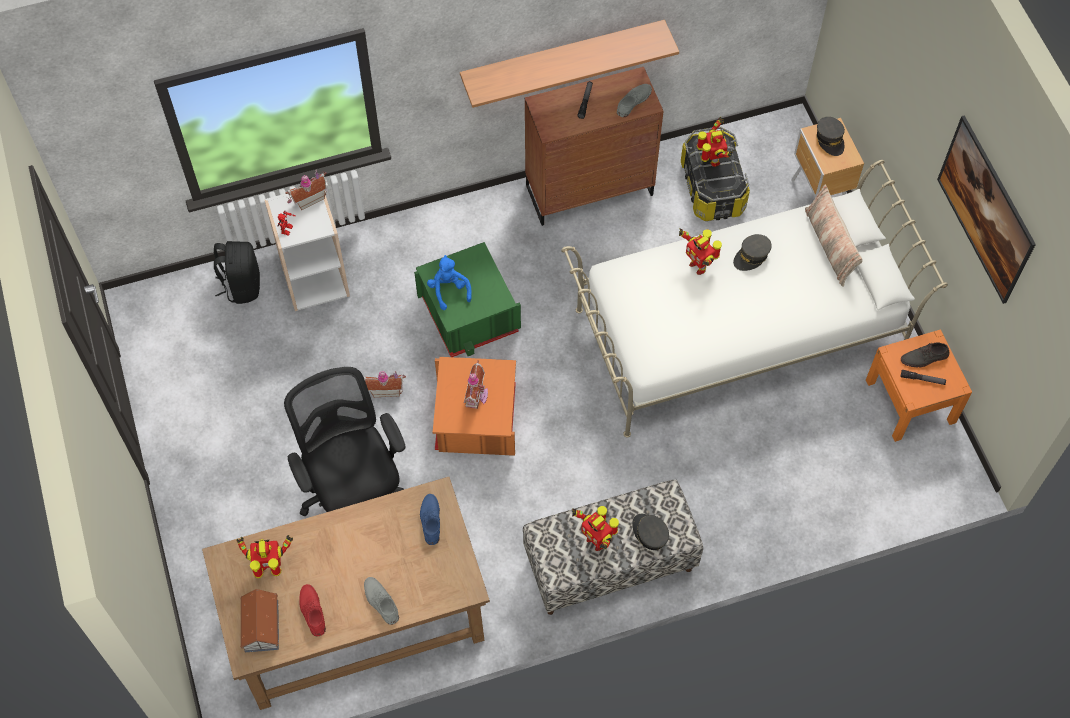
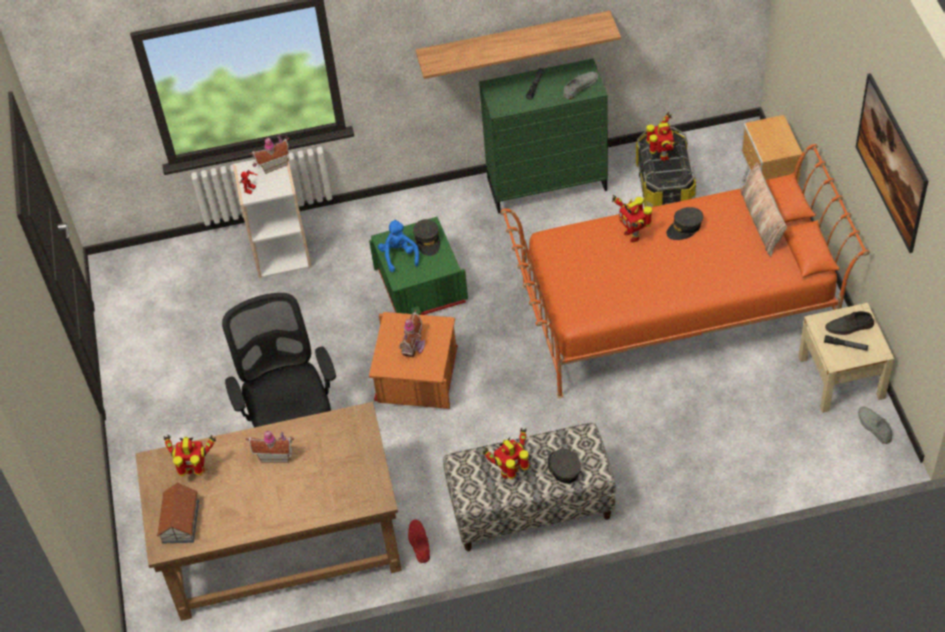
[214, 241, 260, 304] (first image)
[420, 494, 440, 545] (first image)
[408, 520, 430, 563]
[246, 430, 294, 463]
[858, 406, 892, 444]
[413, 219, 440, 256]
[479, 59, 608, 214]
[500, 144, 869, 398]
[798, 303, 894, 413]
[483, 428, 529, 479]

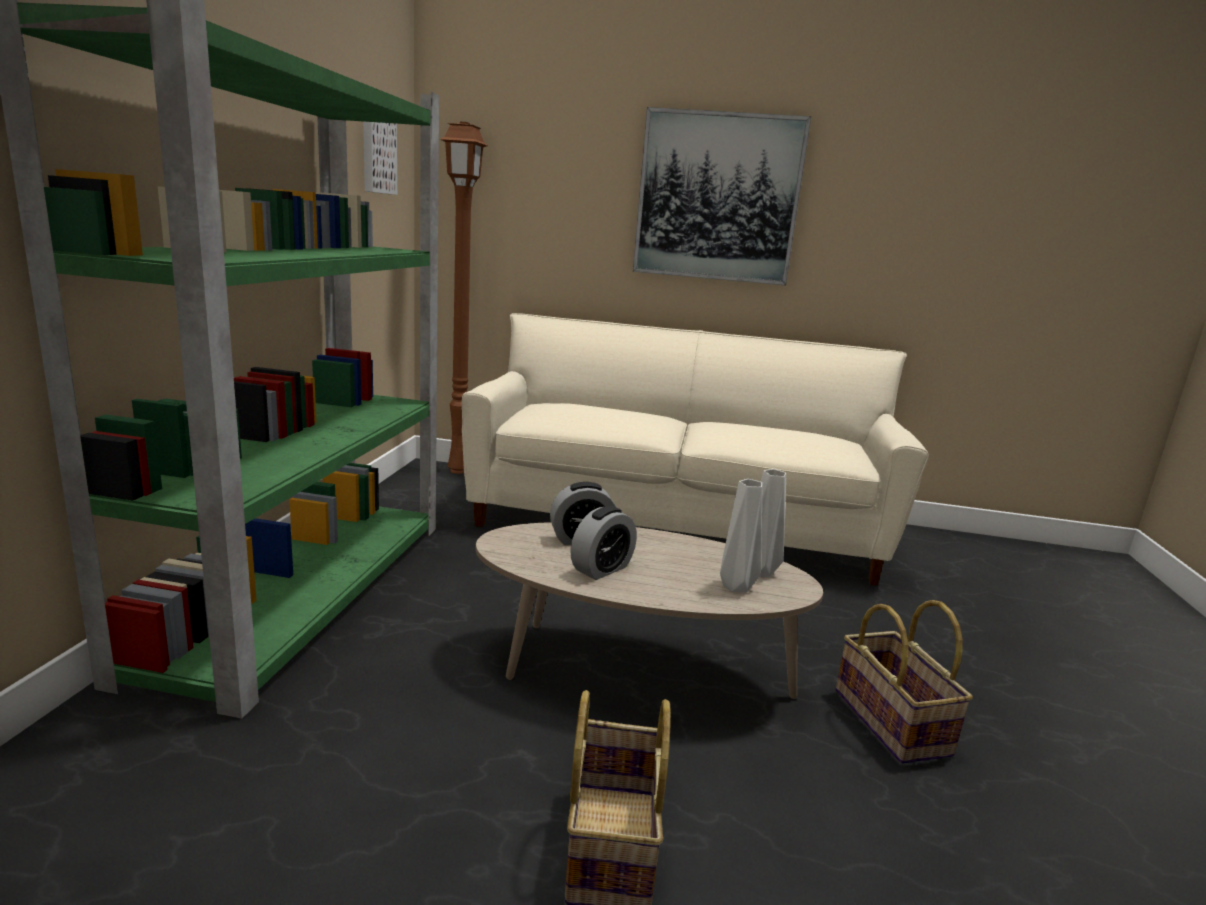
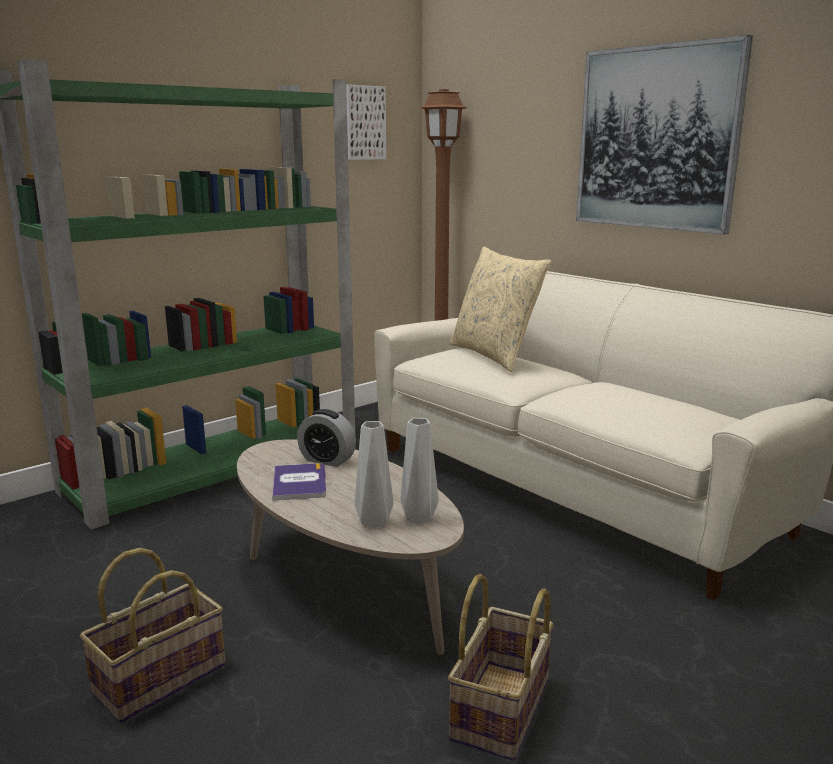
[449, 246, 551, 372]
[272, 463, 326, 501]

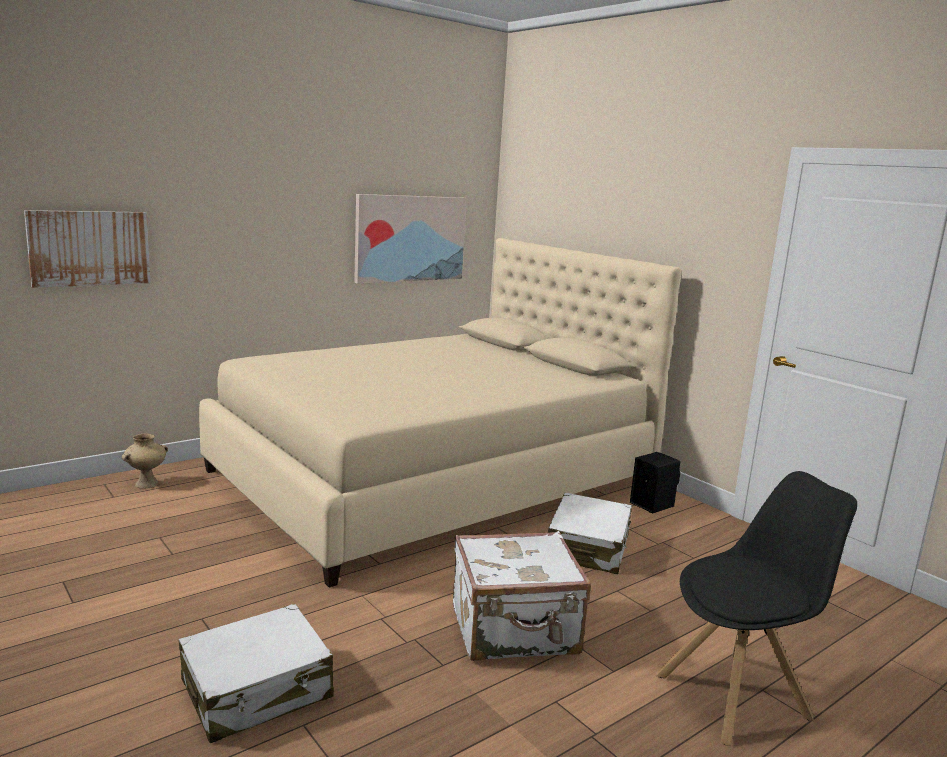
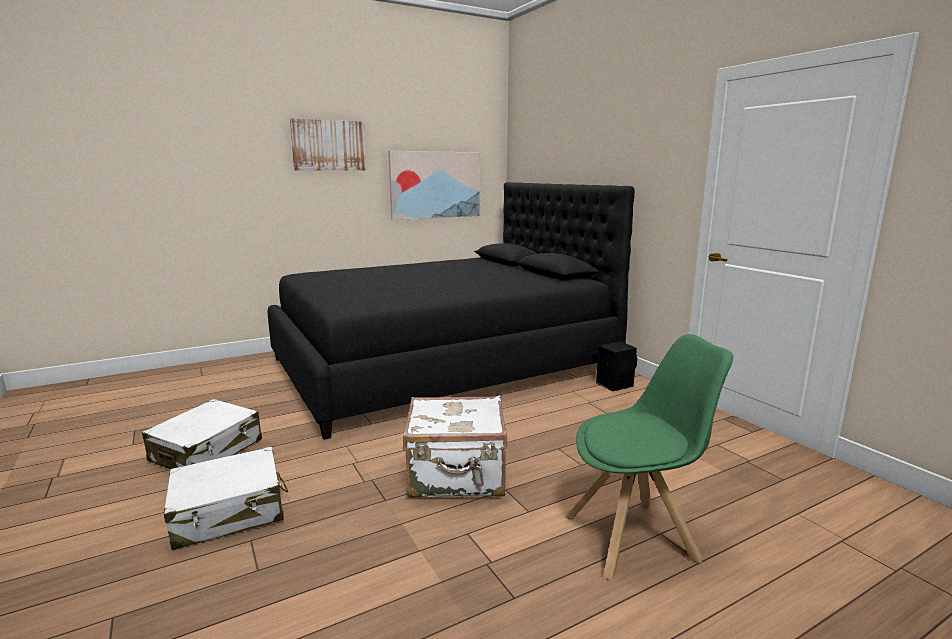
[122, 434, 168, 489] (first image)
[290, 118, 366, 171]
[142, 399, 262, 469]
[267, 182, 635, 440]
[565, 334, 733, 581]

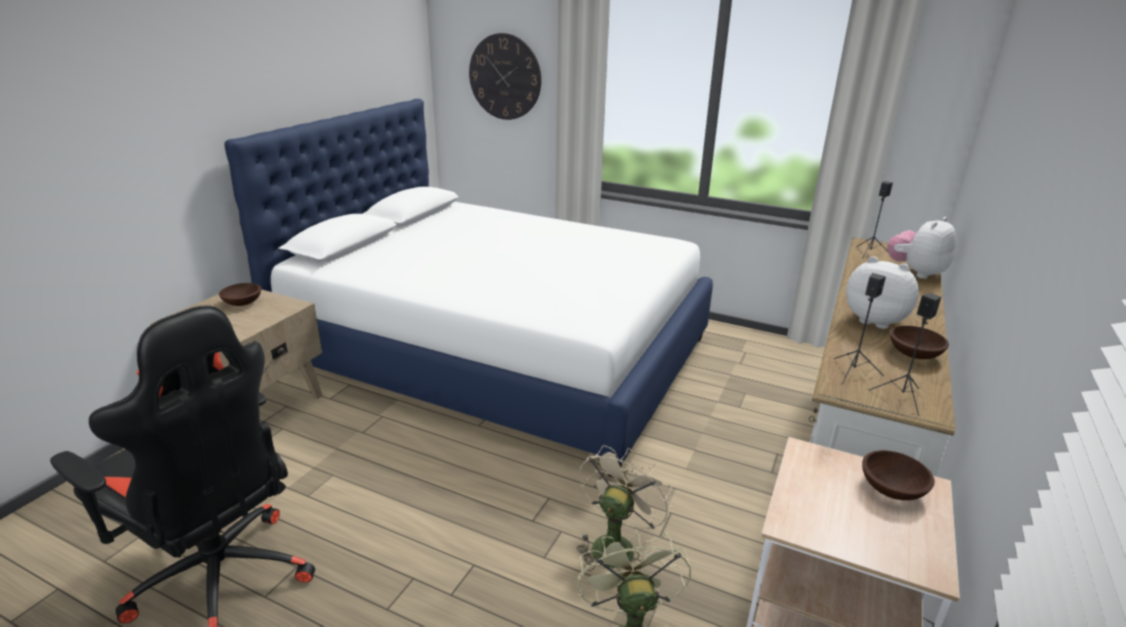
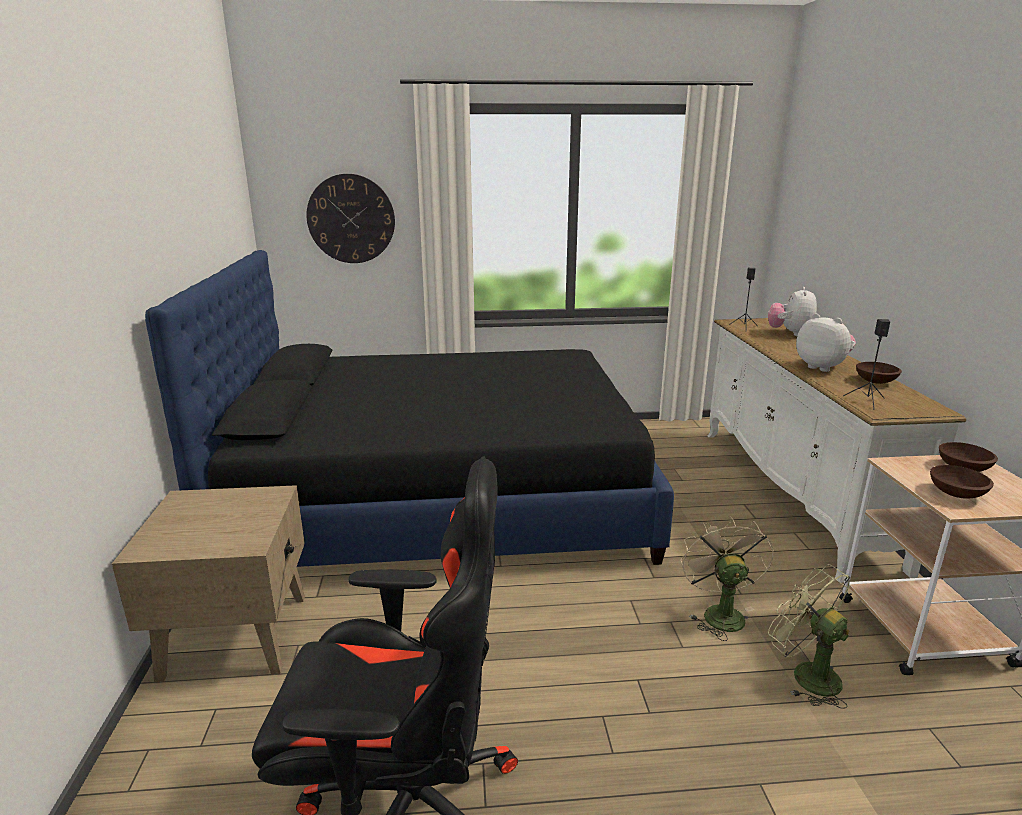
[869, 293, 941, 416] (first image)
[930, 465, 994, 499]
[145, 250, 674, 567]
[796, 314, 856, 372]

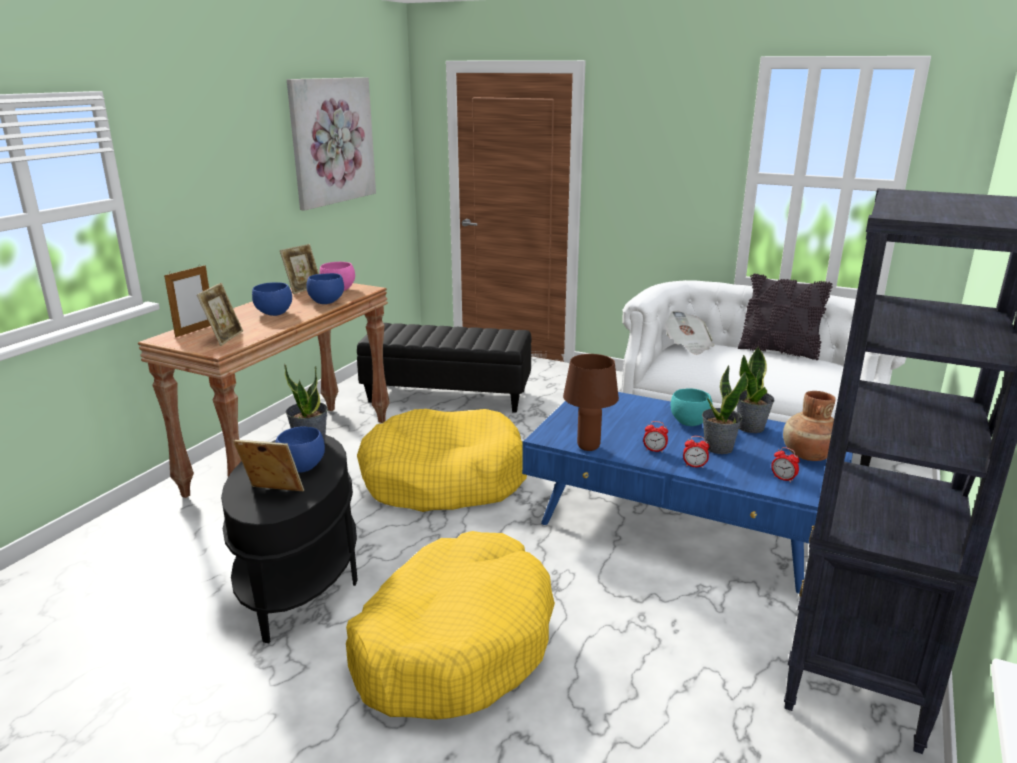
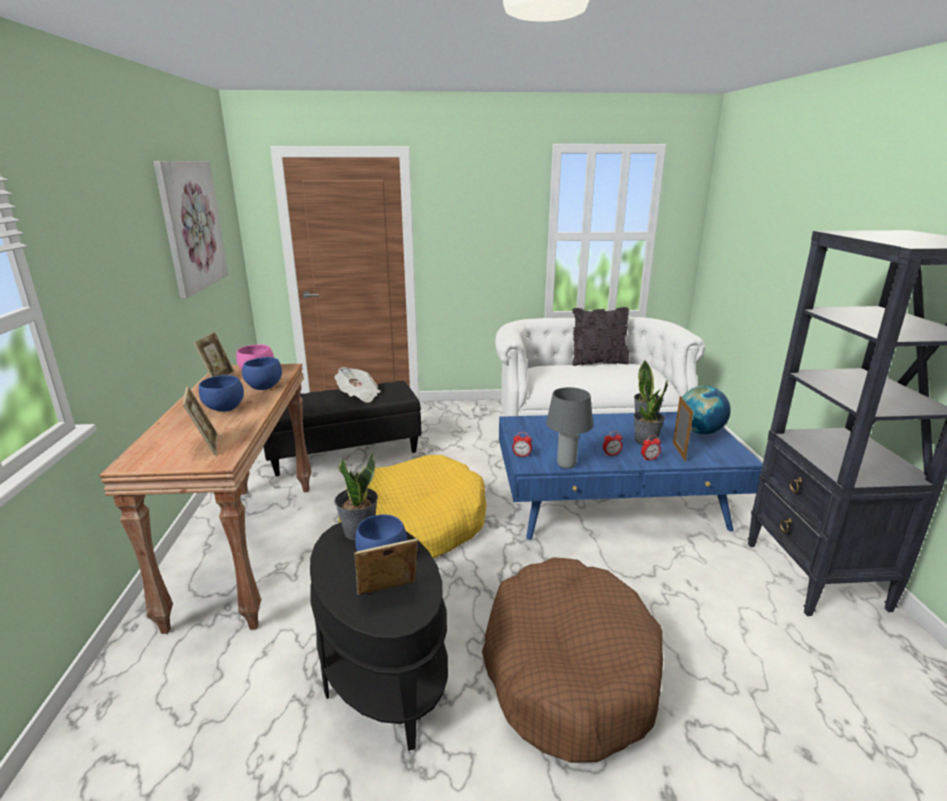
[671, 388, 713, 426] (first image)
[673, 396, 694, 462]
[334, 367, 381, 403]
[512, 432, 532, 457]
[682, 386, 731, 434]
[482, 557, 663, 763]
[546, 387, 593, 469]

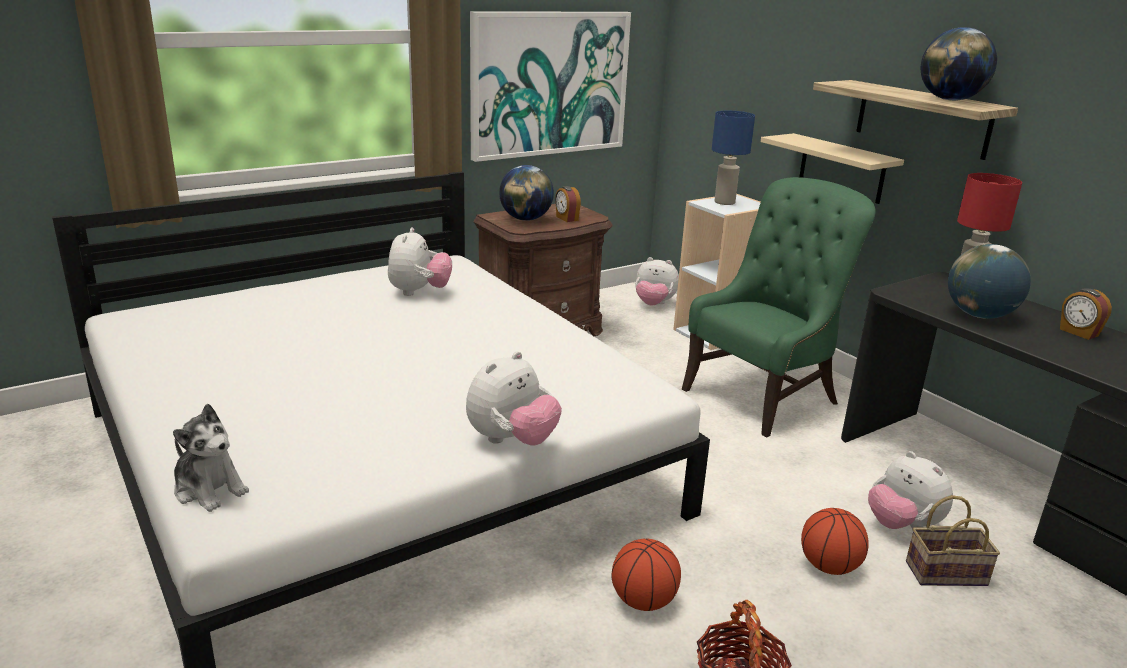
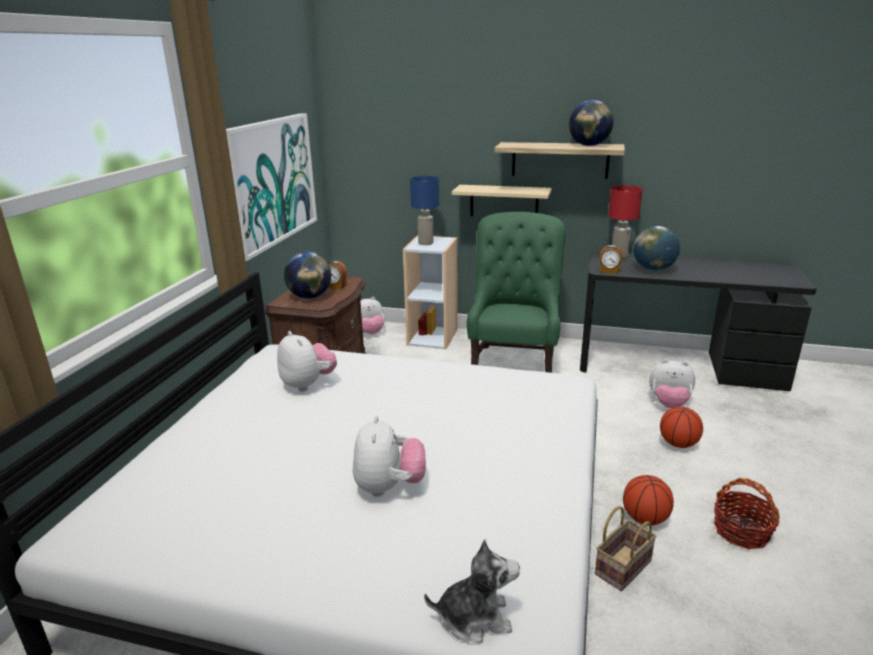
[353, 416, 426, 497]
[595, 506, 657, 591]
[599, 245, 622, 274]

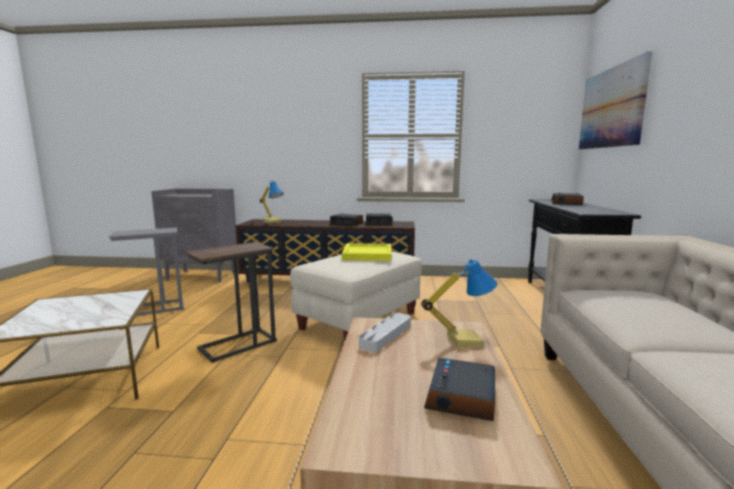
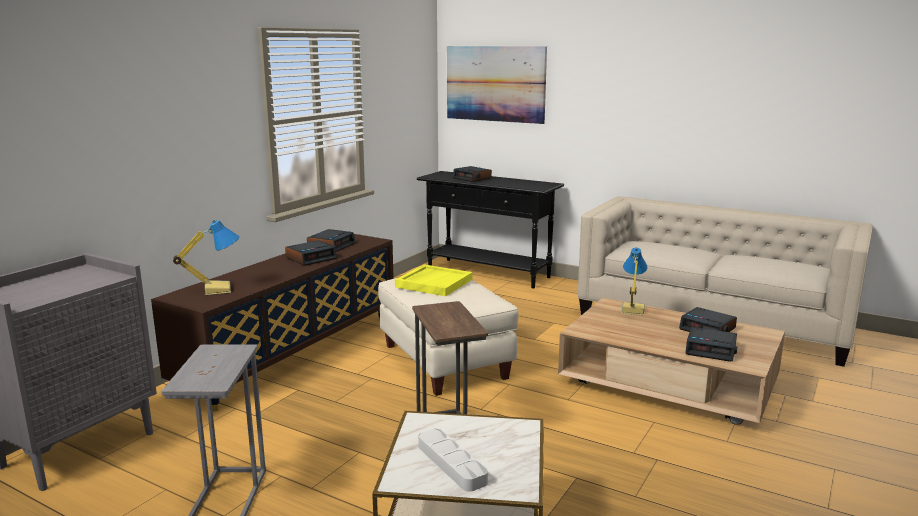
[685, 327, 738, 362]
[418, 429, 488, 492]

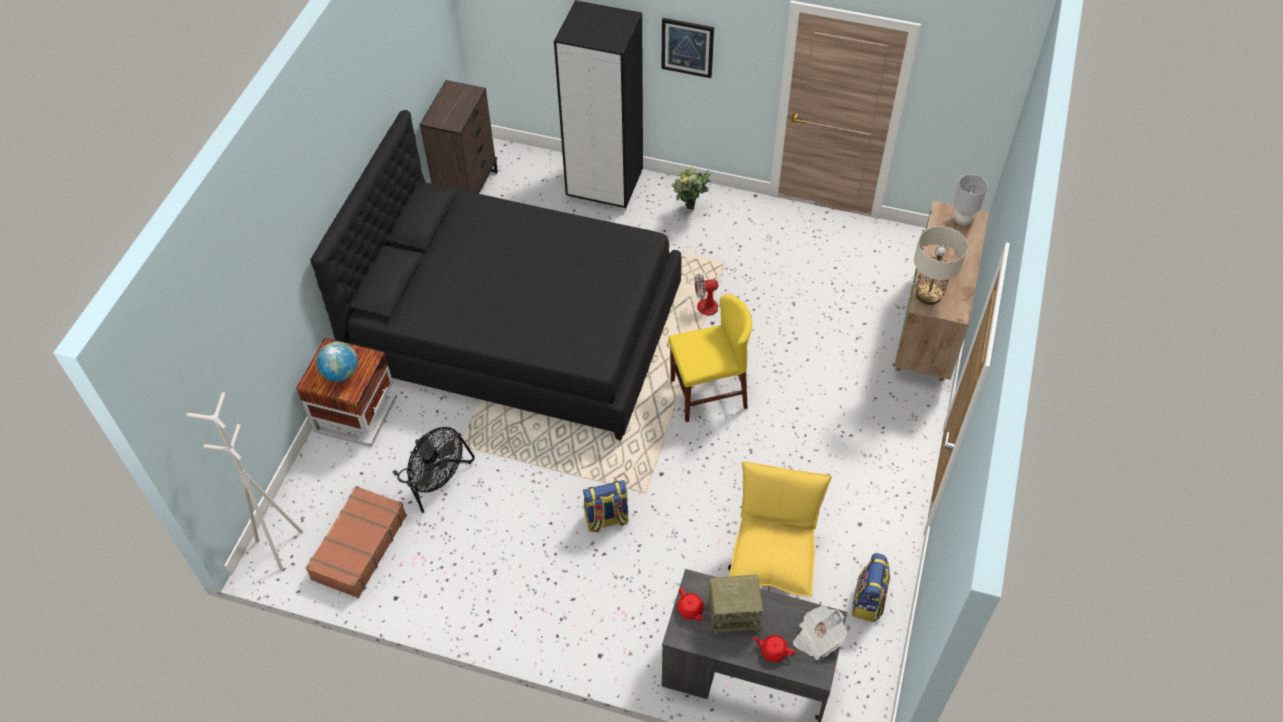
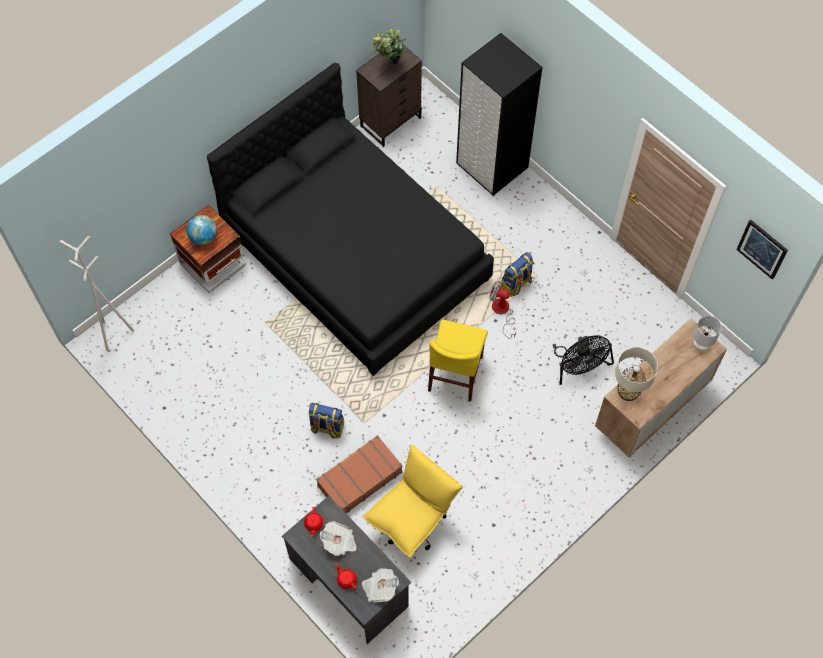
[316, 435, 403, 513]
[553, 335, 614, 385]
[736, 220, 788, 280]
[372, 29, 406, 65]
[501, 252, 534, 297]
[320, 521, 357, 556]
[428, 320, 488, 402]

